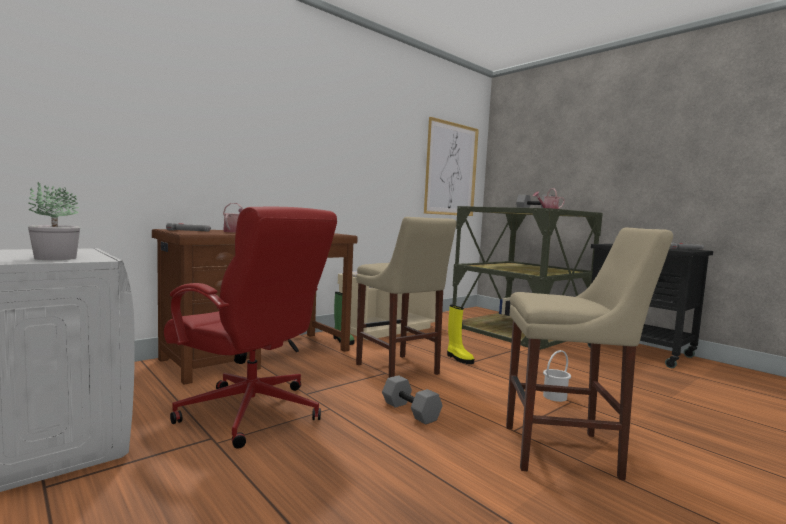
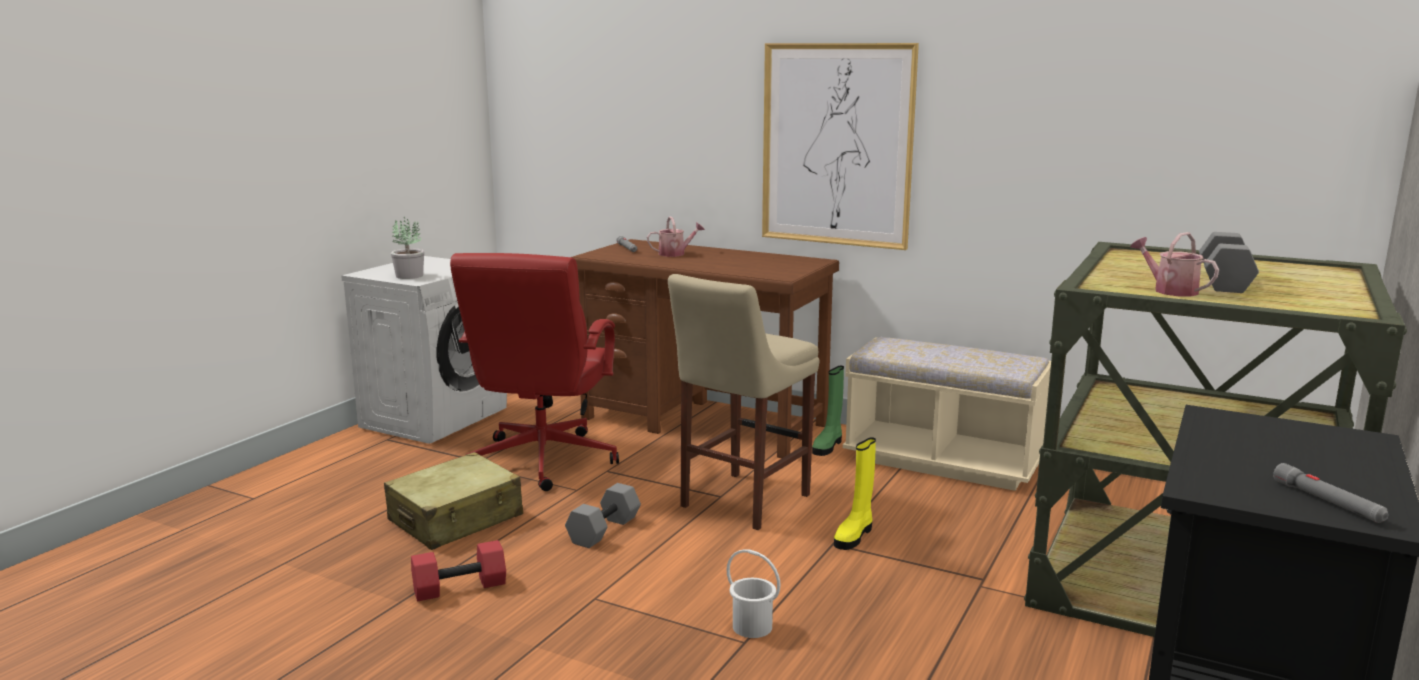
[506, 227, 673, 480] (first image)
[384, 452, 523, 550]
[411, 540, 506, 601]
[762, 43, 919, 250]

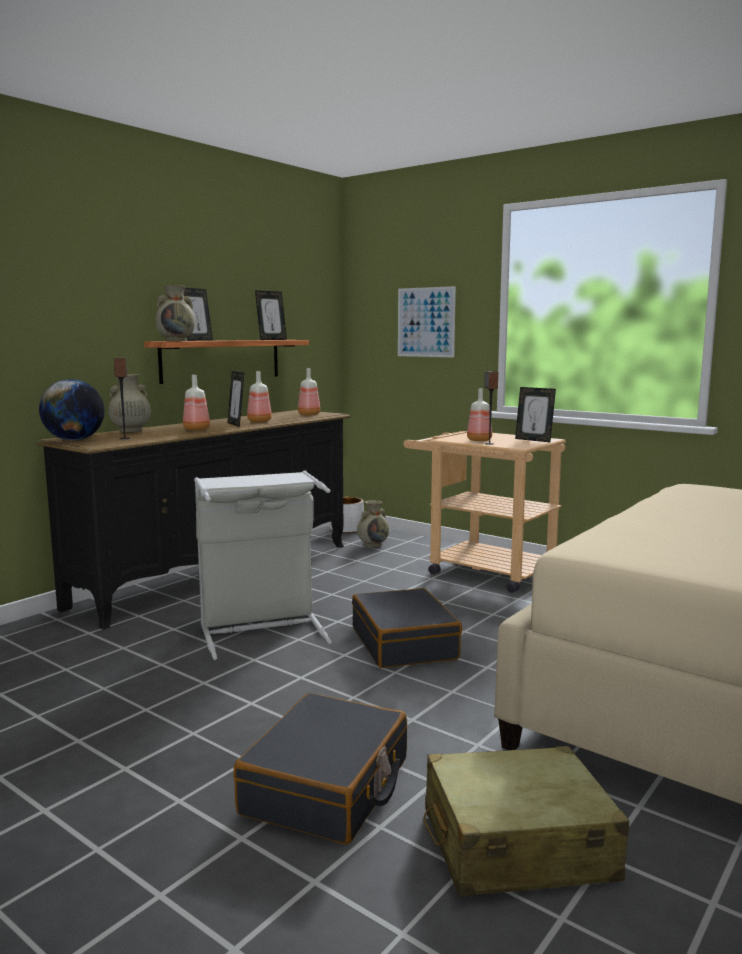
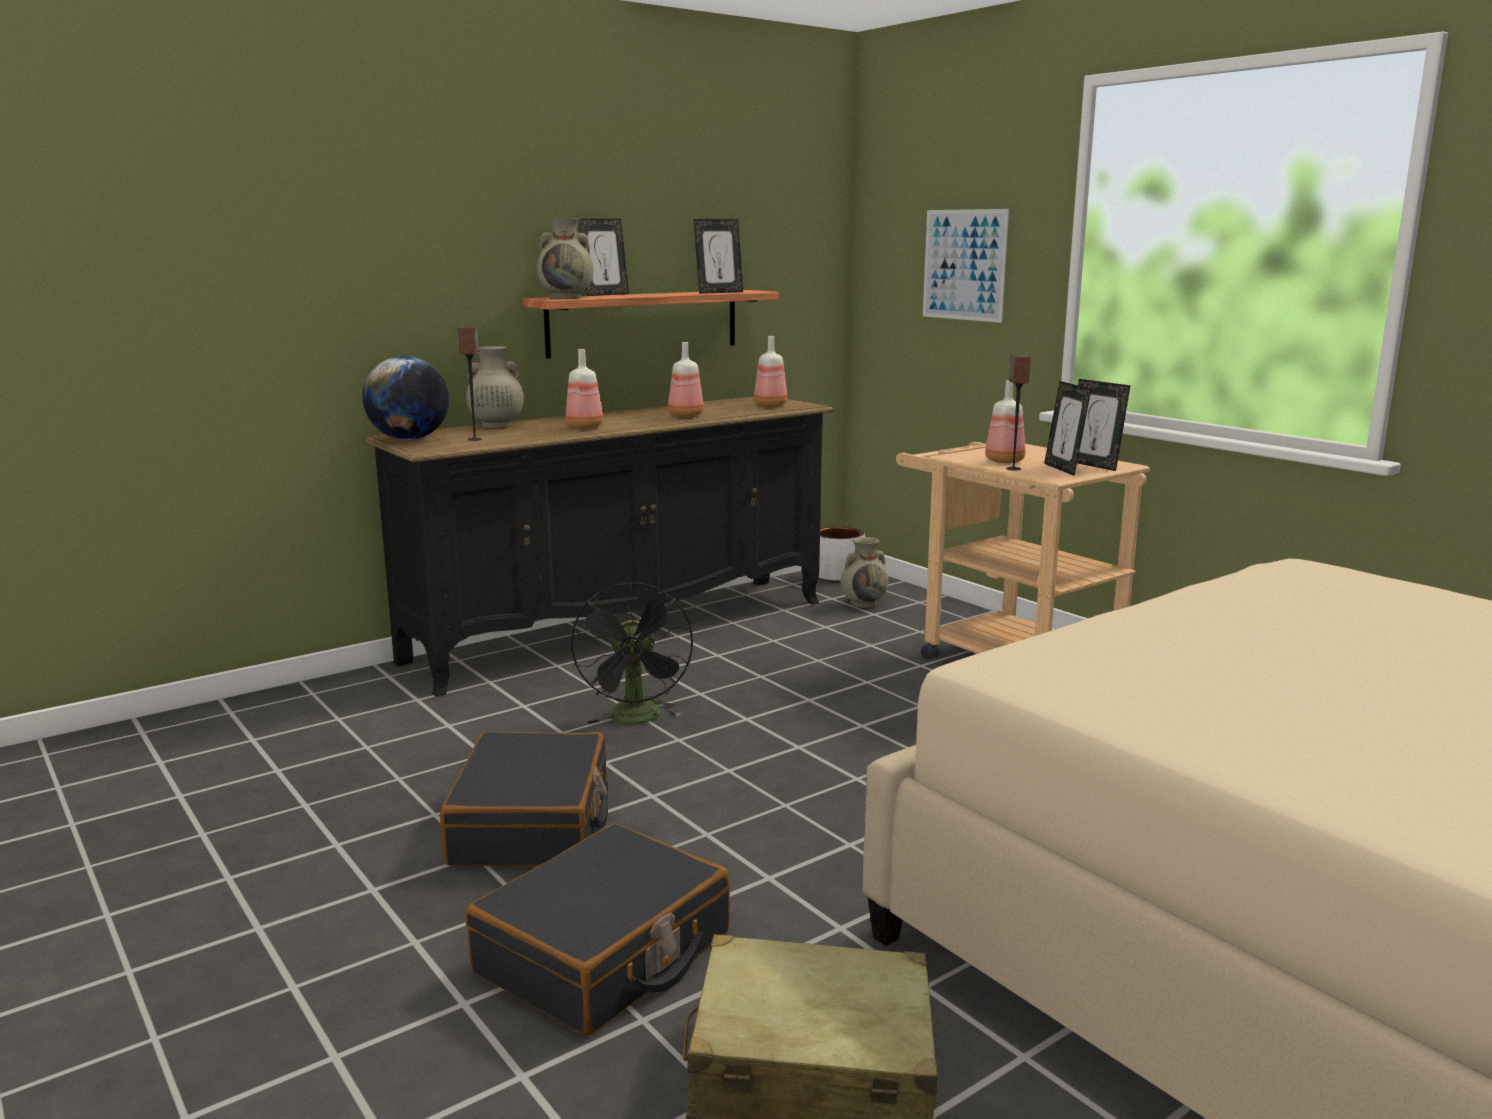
[1044, 381, 1091, 476]
[440, 732, 608, 866]
[571, 582, 693, 724]

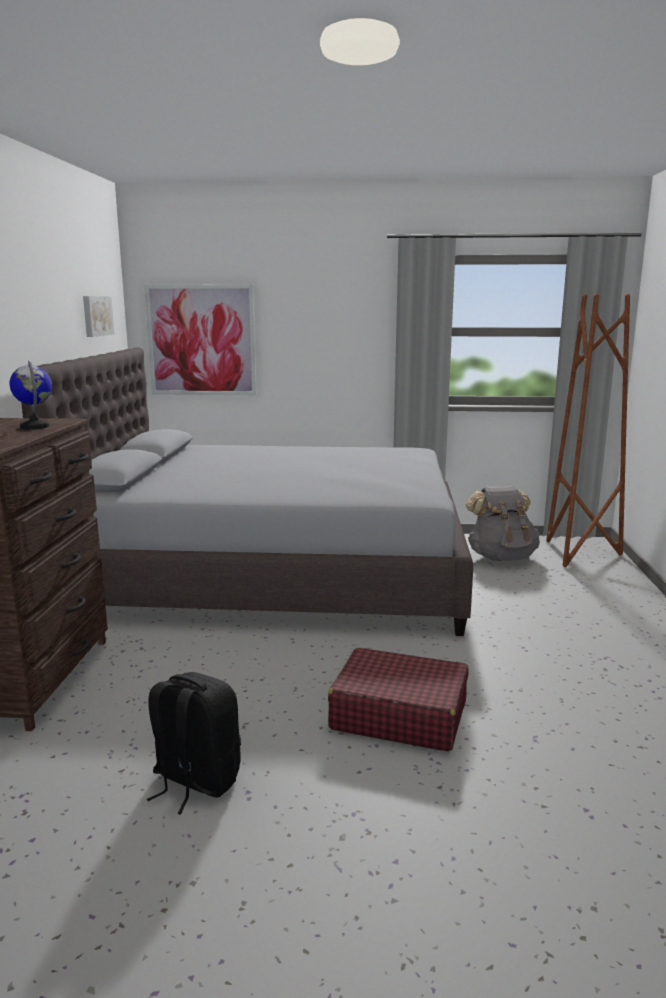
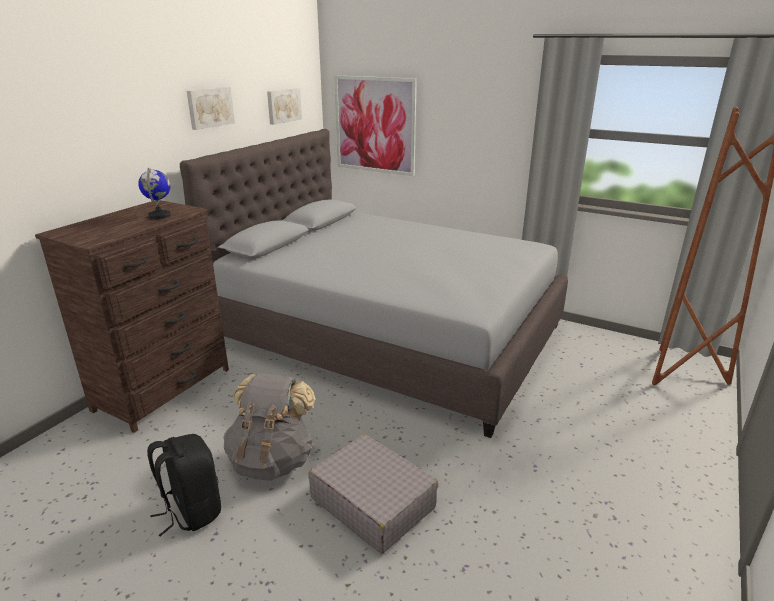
[187, 87, 235, 130]
[223, 373, 315, 481]
[308, 434, 438, 554]

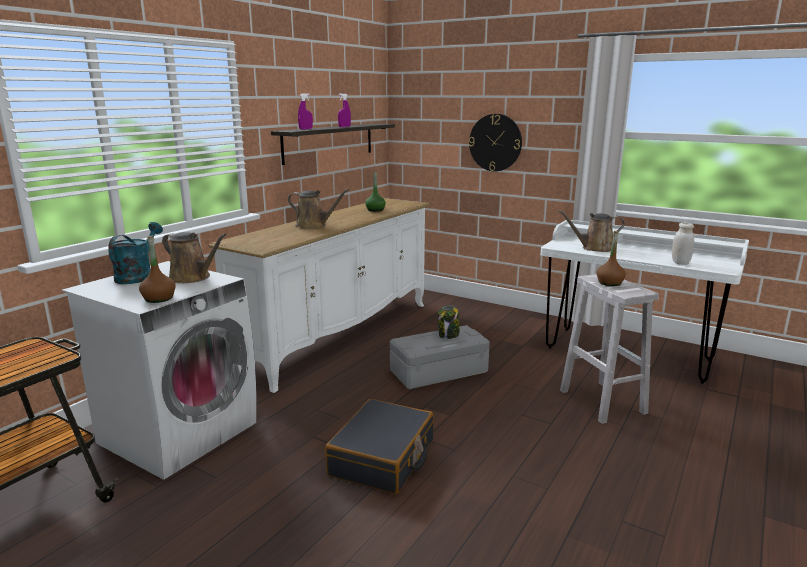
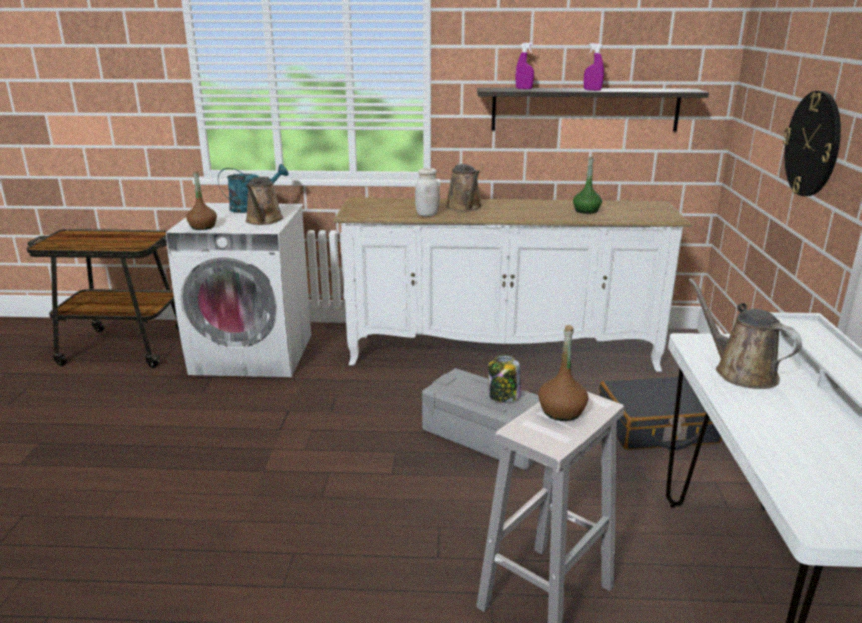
[599, 375, 722, 450]
[415, 168, 440, 216]

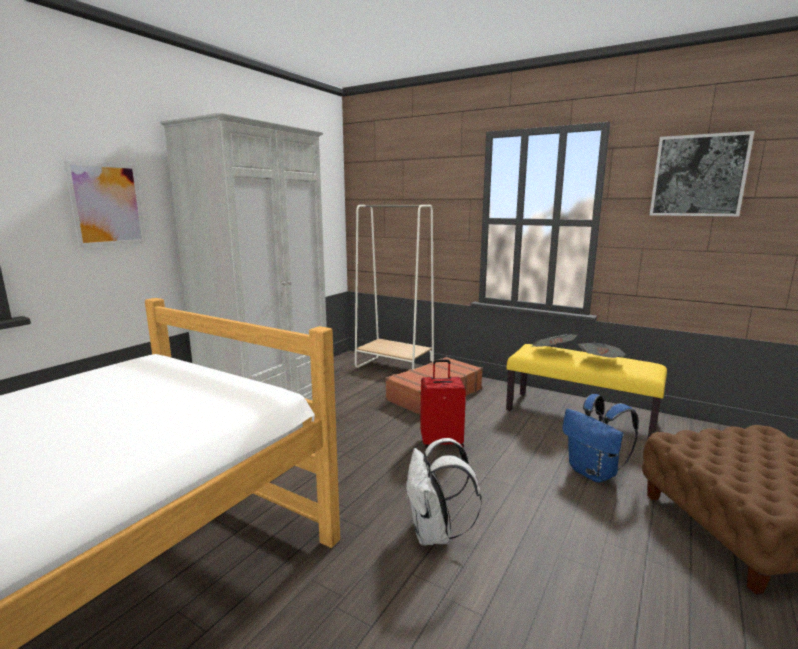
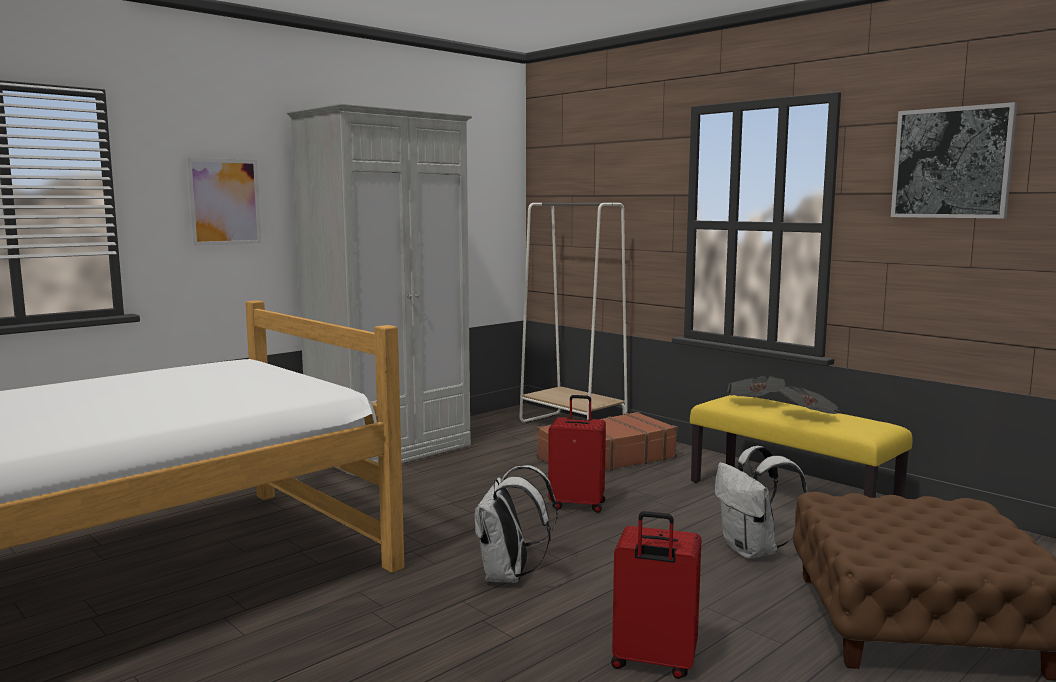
[611, 511, 702, 679]
[715, 446, 807, 559]

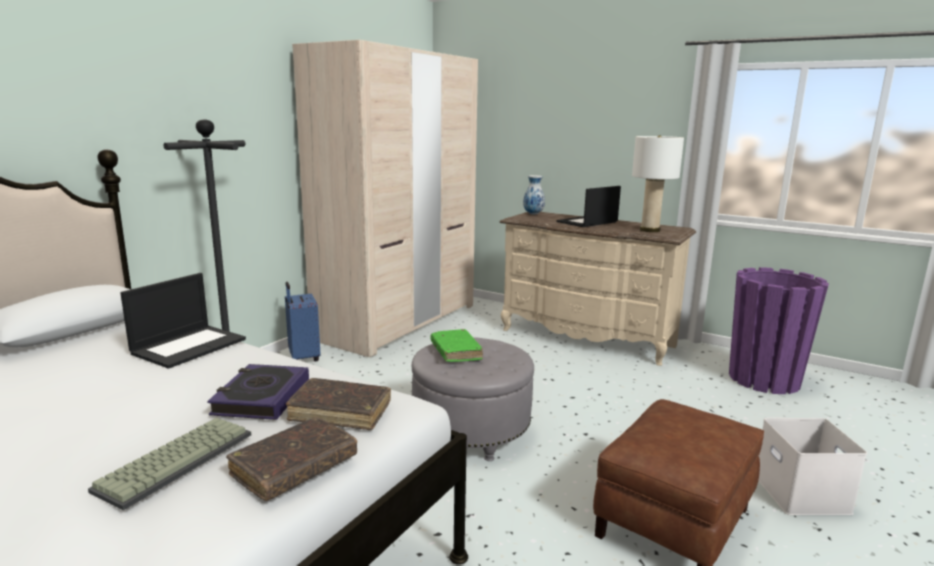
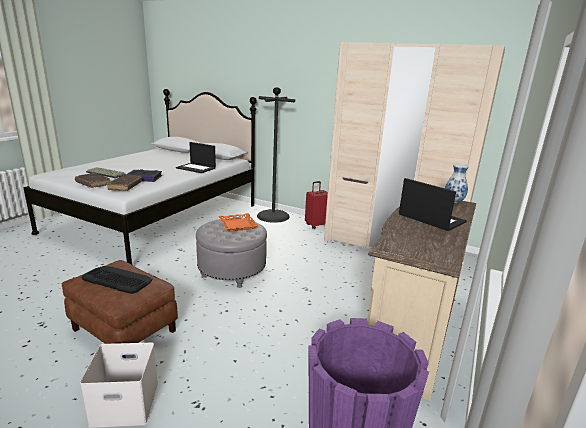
[632, 135, 684, 232] (first image)
[81, 266, 153, 294]
[219, 213, 258, 232]
[305, 181, 328, 229]

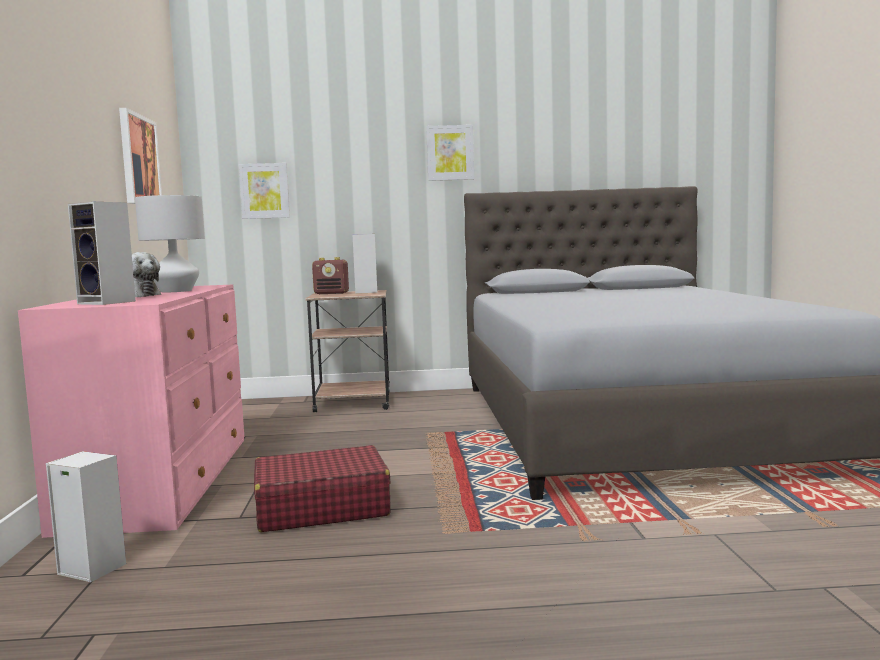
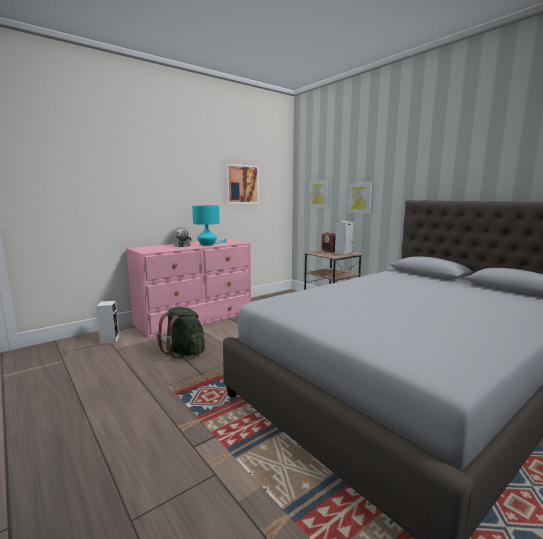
[68, 202, 136, 305] (first image)
[348, 182, 372, 214]
[157, 307, 205, 359]
[192, 205, 227, 246]

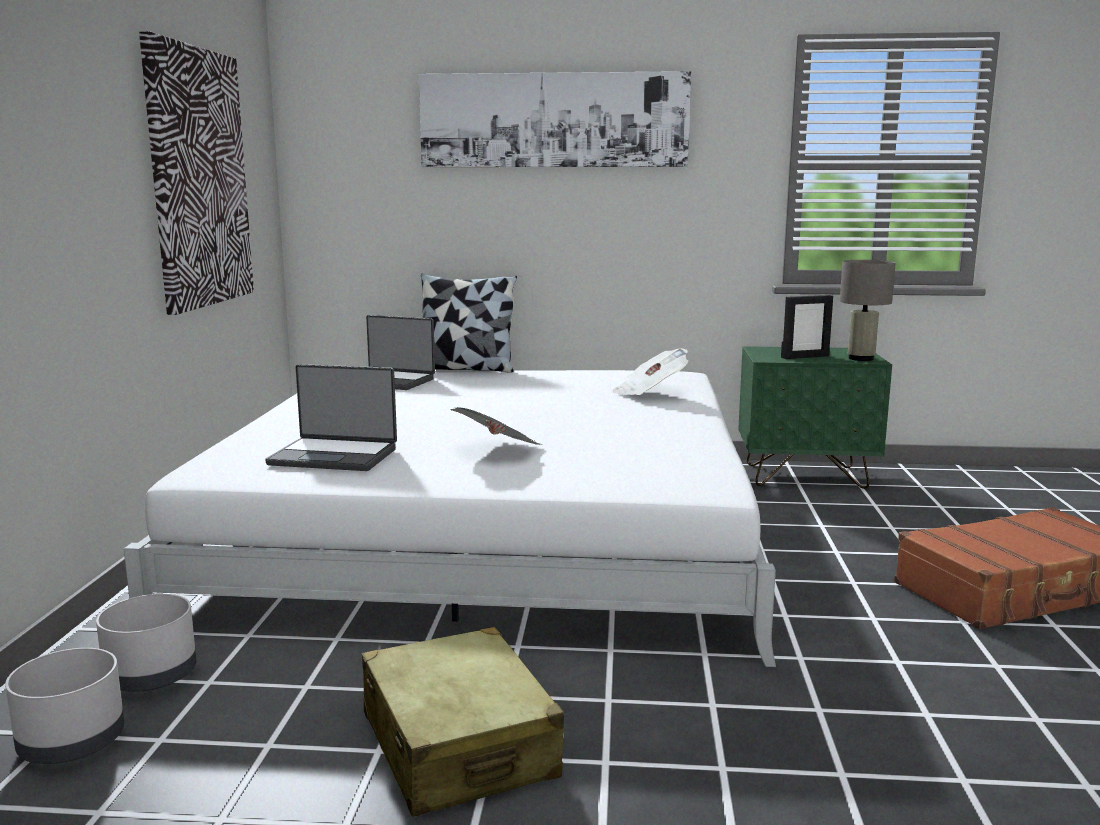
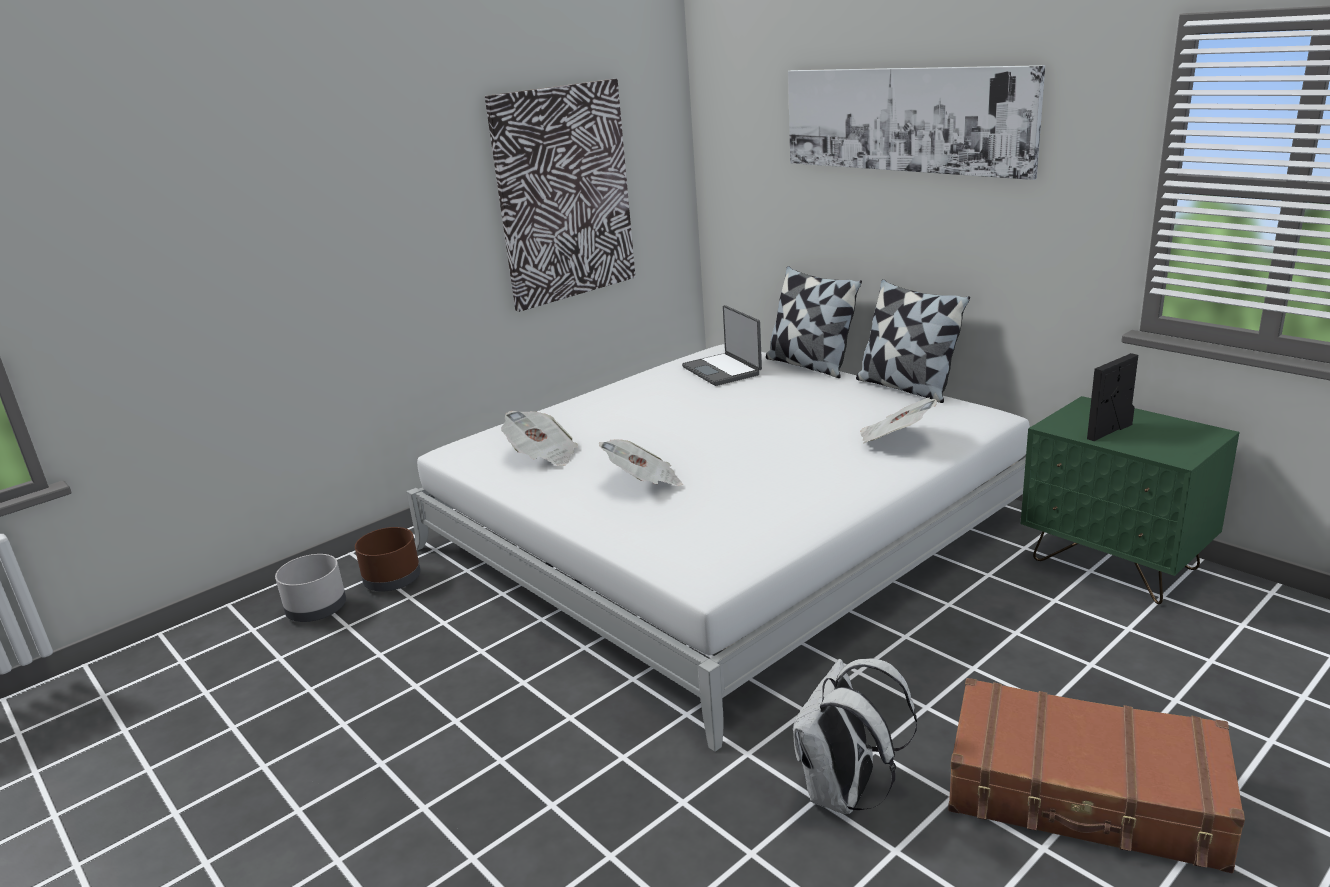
[362, 627, 564, 817] (first image)
[840, 260, 896, 361] (first image)
[793, 658, 917, 814]
[856, 279, 970, 403]
[501, 411, 578, 466]
[355, 527, 421, 591]
[1087, 353, 1138, 441]

